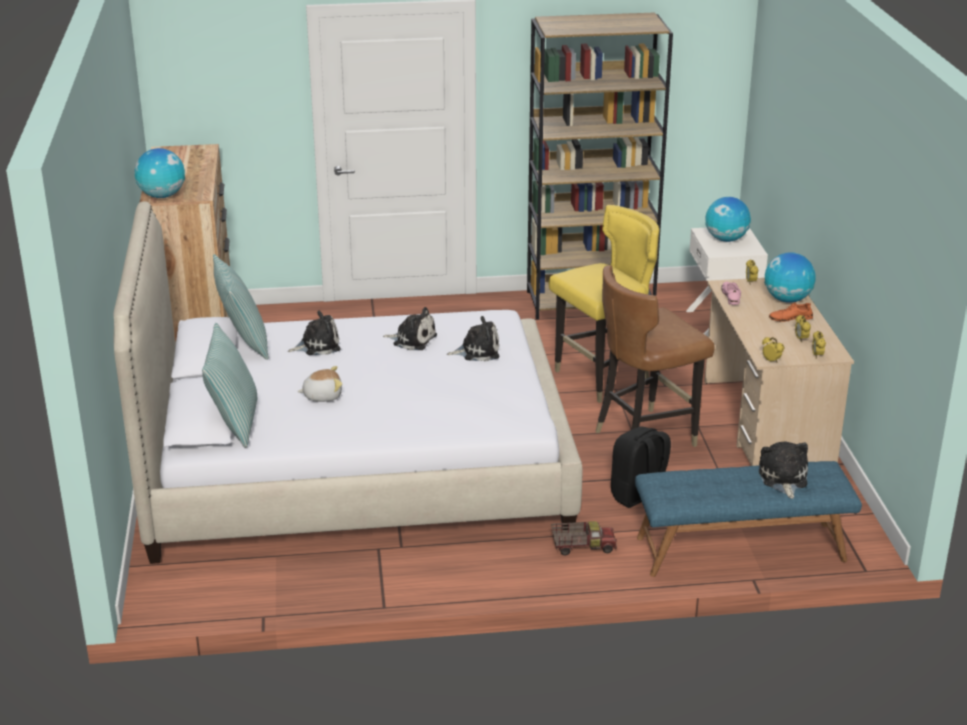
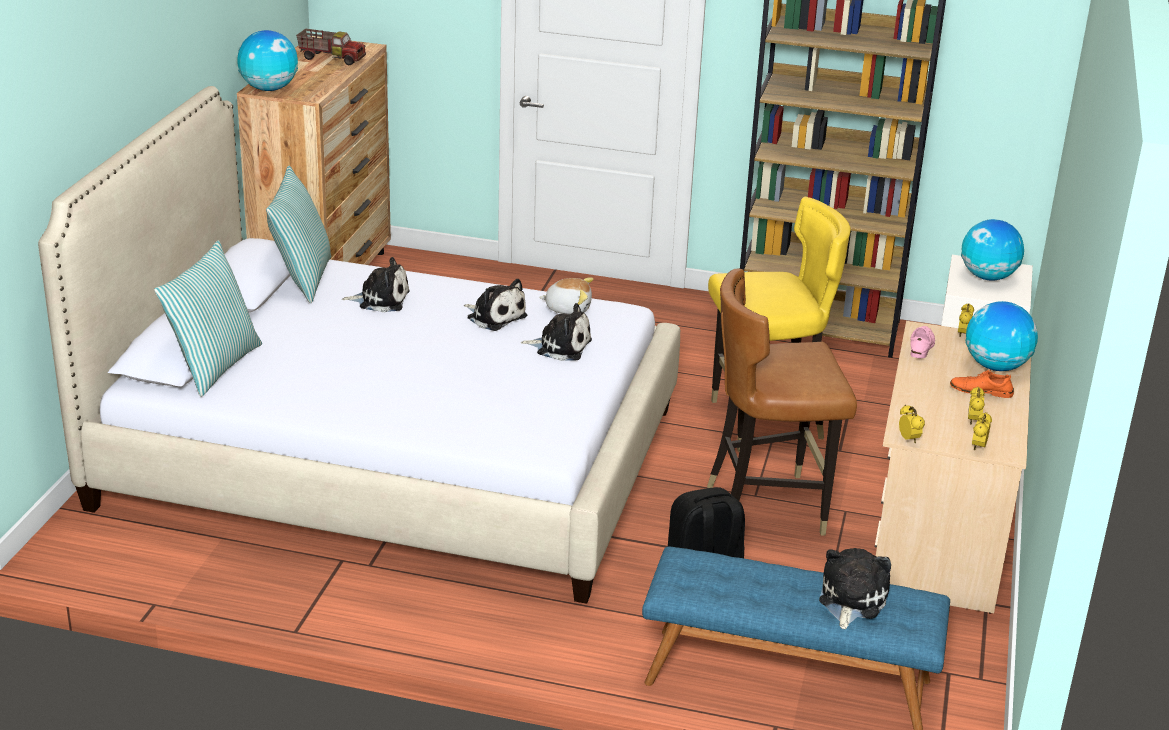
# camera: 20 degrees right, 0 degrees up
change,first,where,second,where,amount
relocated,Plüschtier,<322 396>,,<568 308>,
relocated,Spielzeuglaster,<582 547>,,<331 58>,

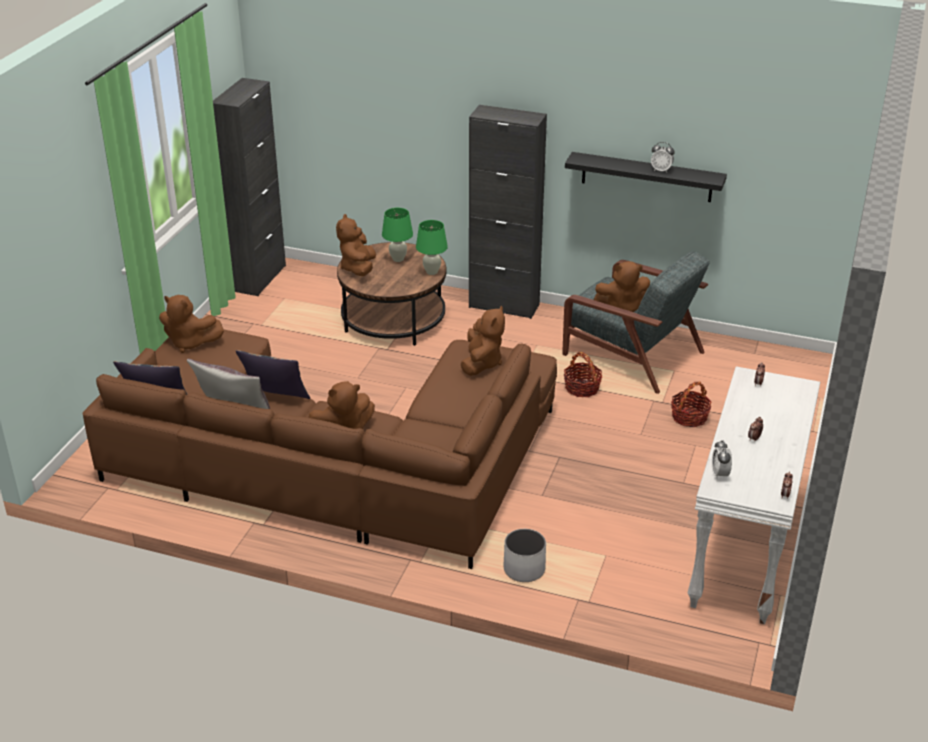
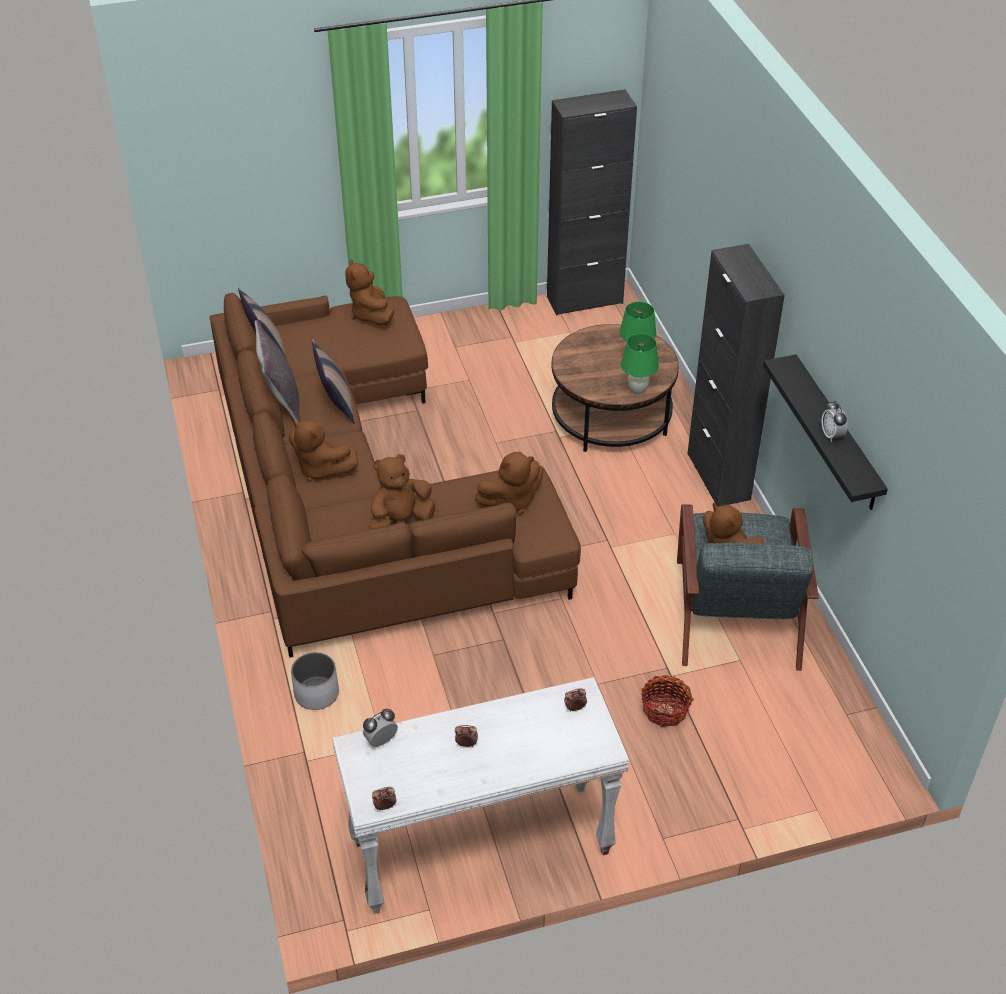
# camera: 55 degrees right, 10 degrees up
change,first,where,second,where,amount
relocated,Plüschtier (braun),<358 268>,,<400 521>,
missing,Korb,<582 388>,,,

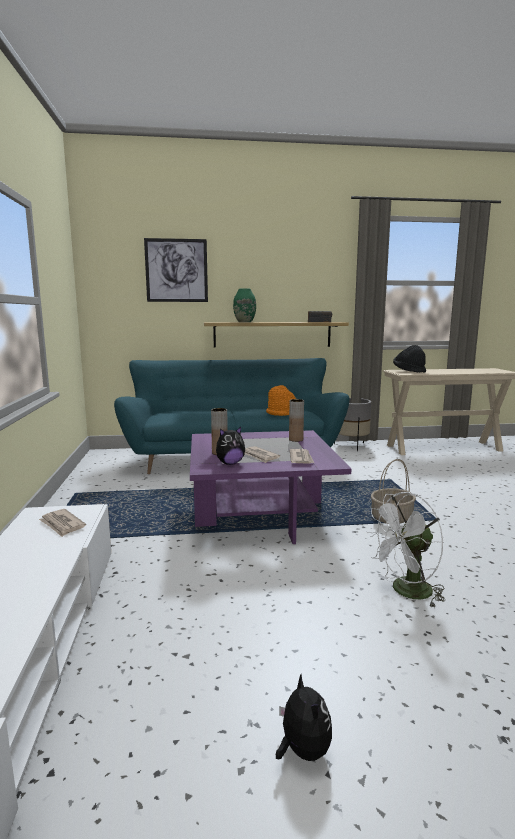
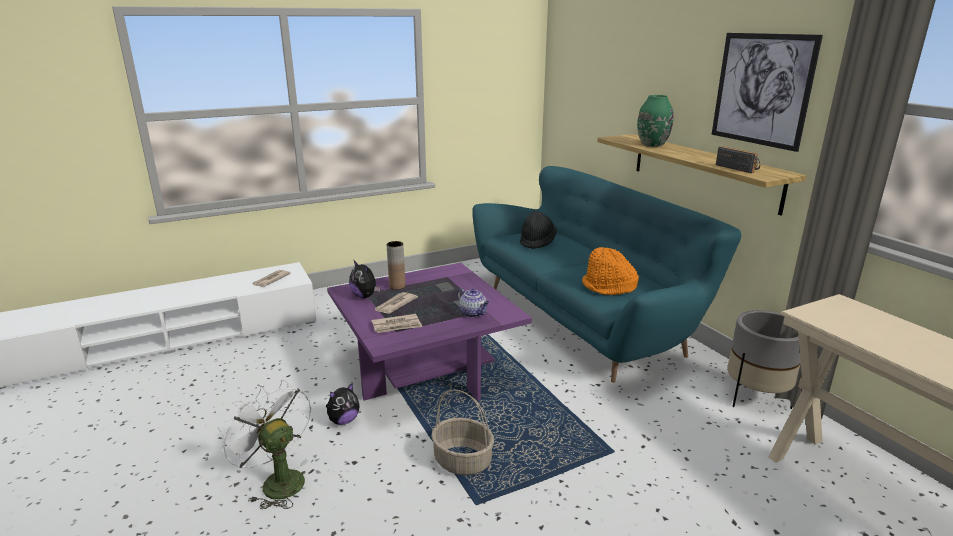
# camera: 70 degrees right, 10 degrees up
change,first,where,second,where,amount
relocated,Bild,<176 270>,,<762 89>,
relocated,Plüschtier,<302 750>,,<343 420>,
exchanged,Vase (braun),<296 439>,Teekanne,<473 313>,
relocated,Hut (schwarz),<409 371>,,<537 242>,

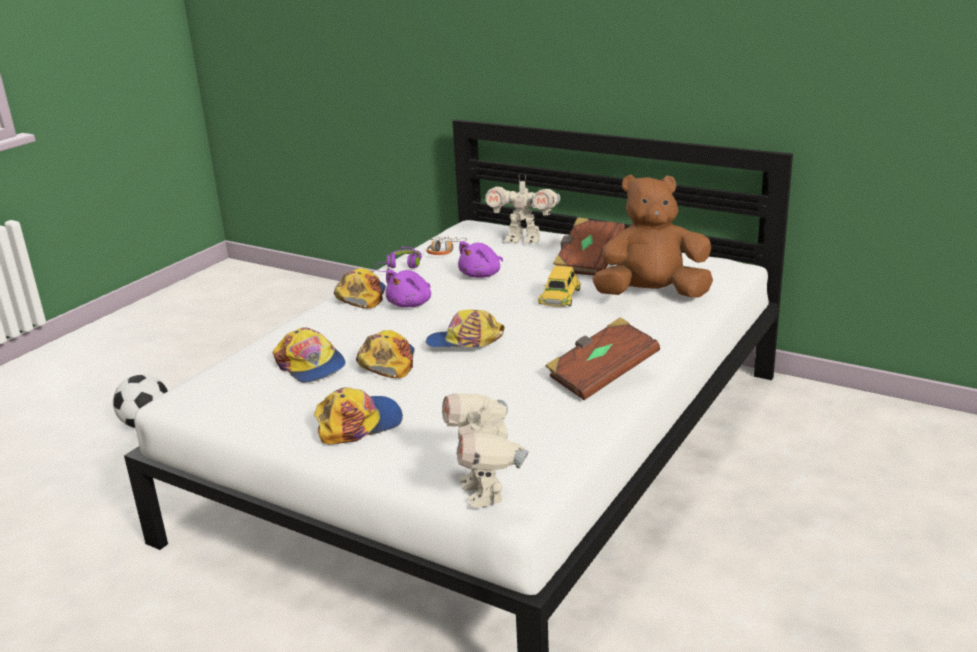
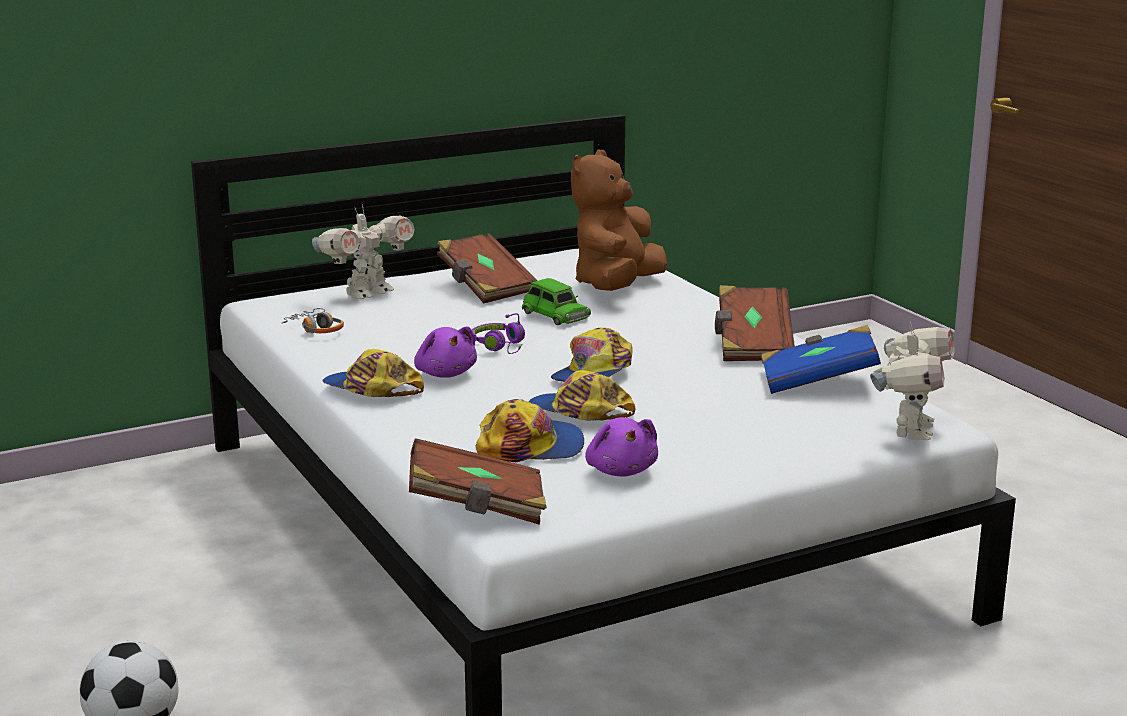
# camera: 60 degrees left, 5 degrees down
change,first,where,second,where,amount
missing,Kappe,<359 423>,,,
relocated,Kopfhörer (lila),<401 267>,,<501 347>,
spun,Spielzeugroboter,<485 492>,,<909 430>,90 degrees counterclockwise
relocated,Plüschtier (lila),<482 275>,,<621 470>,
colour,Spielzeugauto (gelb),<559 296>,Spielzeugauto (grün),<555 315>,
appeared,,,Buch (braun),<477 508>,
appeared,,,Buch (blau),<817 382>,

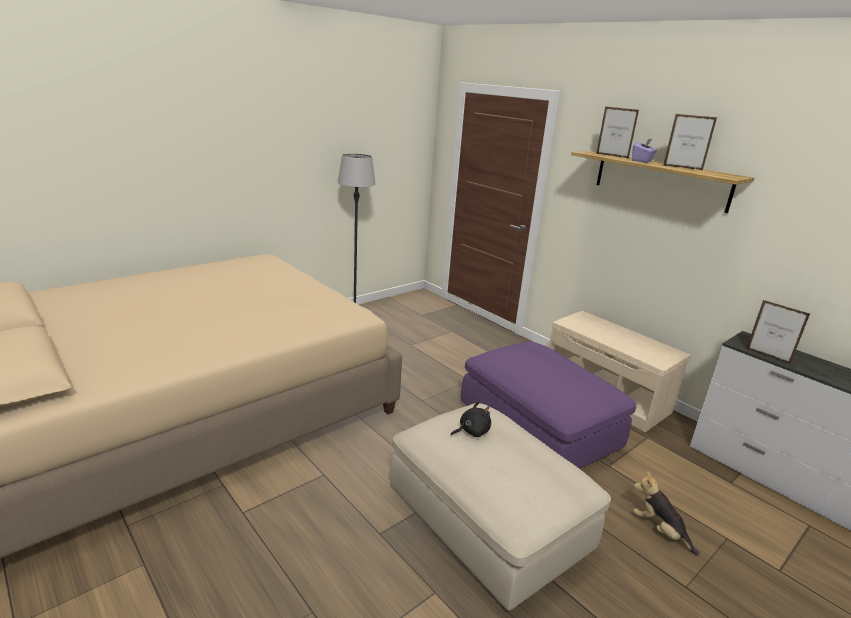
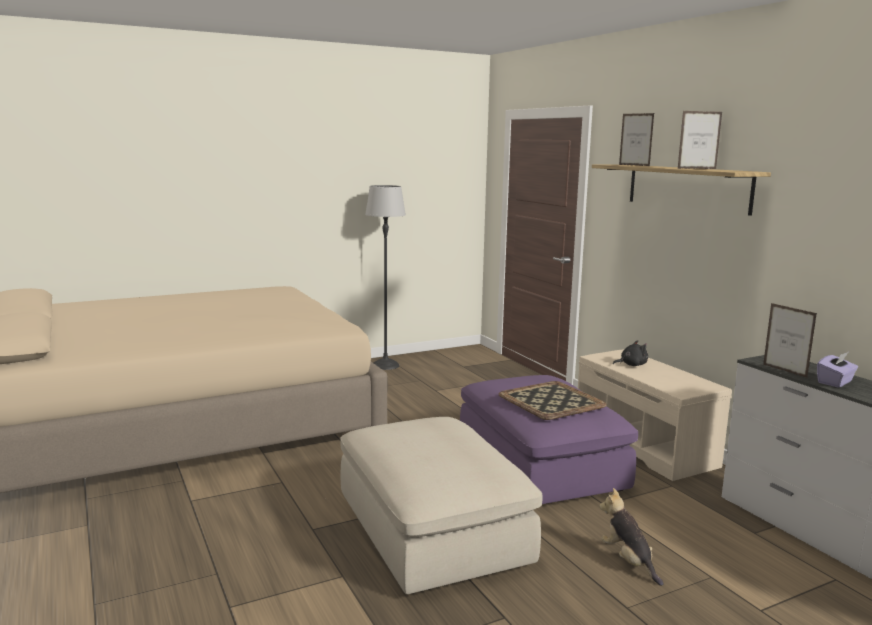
# camera: 15 degrees right, 10 degrees down
change,first,where,second,where,amount
relocated,Plüschtier (schwarz),<472 431>,,<631 365>,
relocated,Taschentuchbox (lila),<642 161>,,<835 382>,
spun,Bilderrahmen,<682 168>,,<697 169>,45 degrees counterclockwise
appeared,,,Tablett,<550 400>,

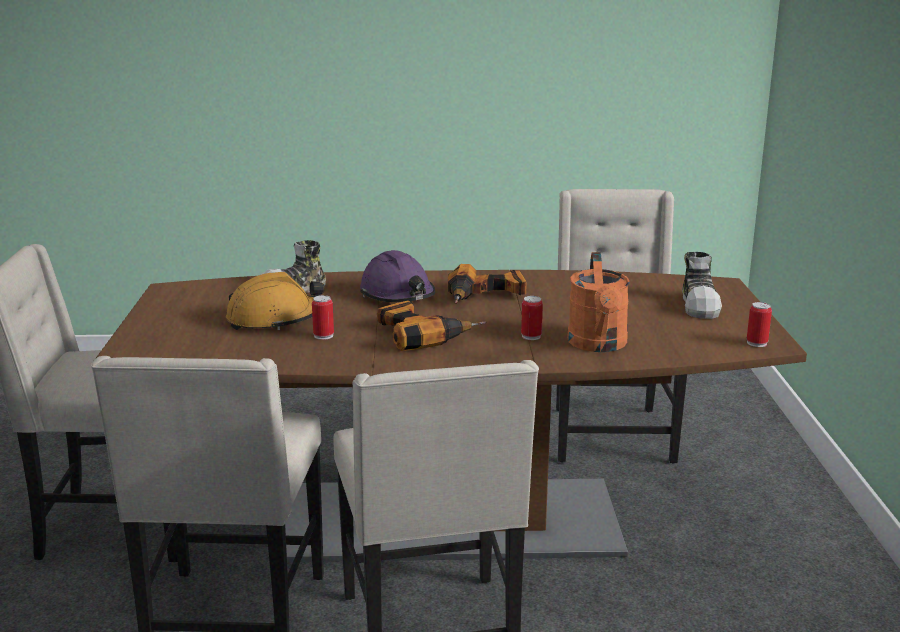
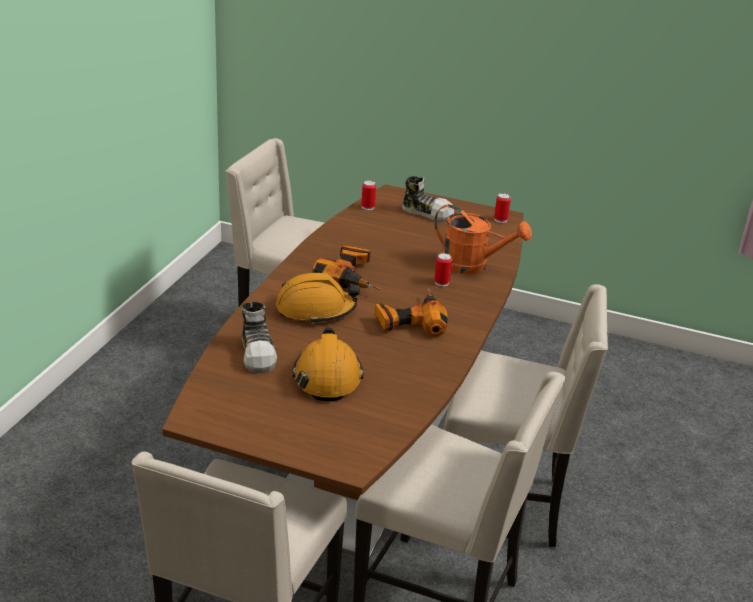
# camera: 70 degrees left, 10 degrees up
change,first,where,second,where,amount
relocated,Dose,<323 336>,,<368 207>,
colour,Schutzhelm (lila),<398 295>,Schutzhelm (orange),<315 309>,

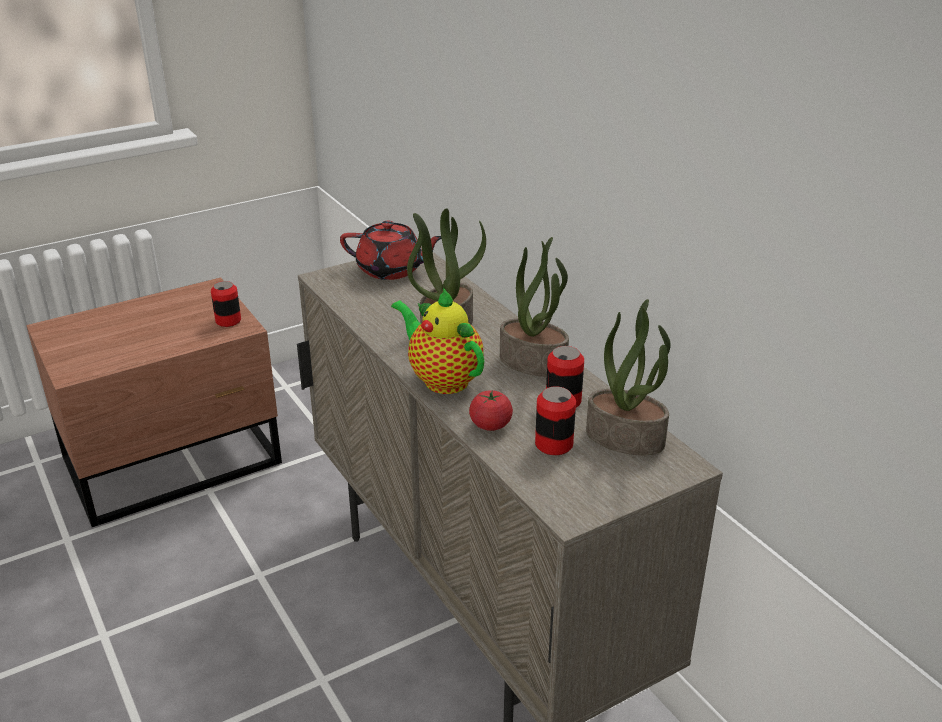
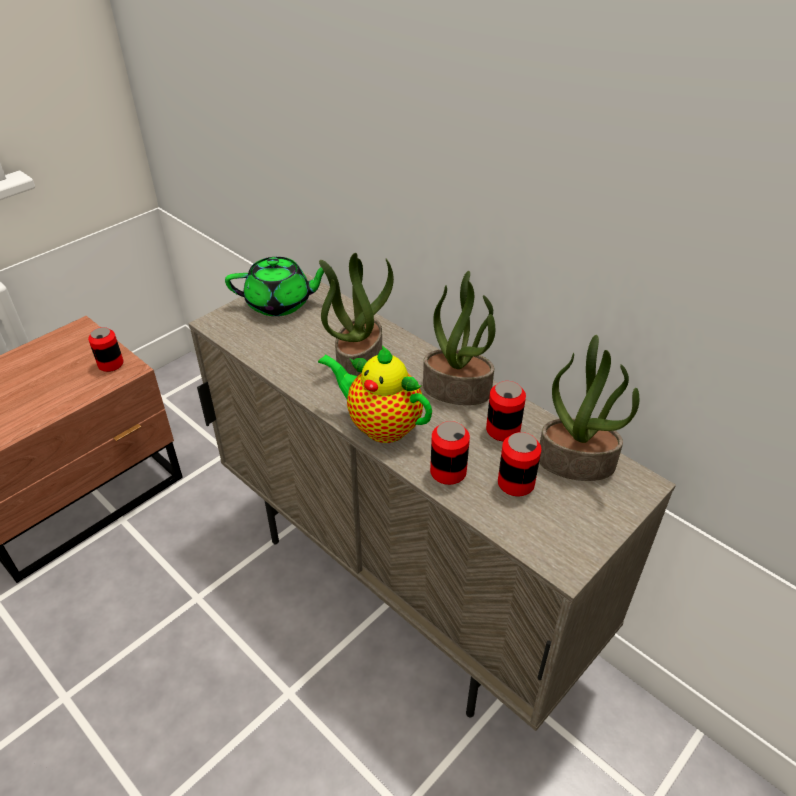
# camera: 15 degrees left, 10 degrees up
change,first,where,second,where,amount
colour,Teekanne (rot),<391 270>,Teekanne (grün),<280 303>,
exchanged,Tomate,<490 425>,Dose,<448 472>,

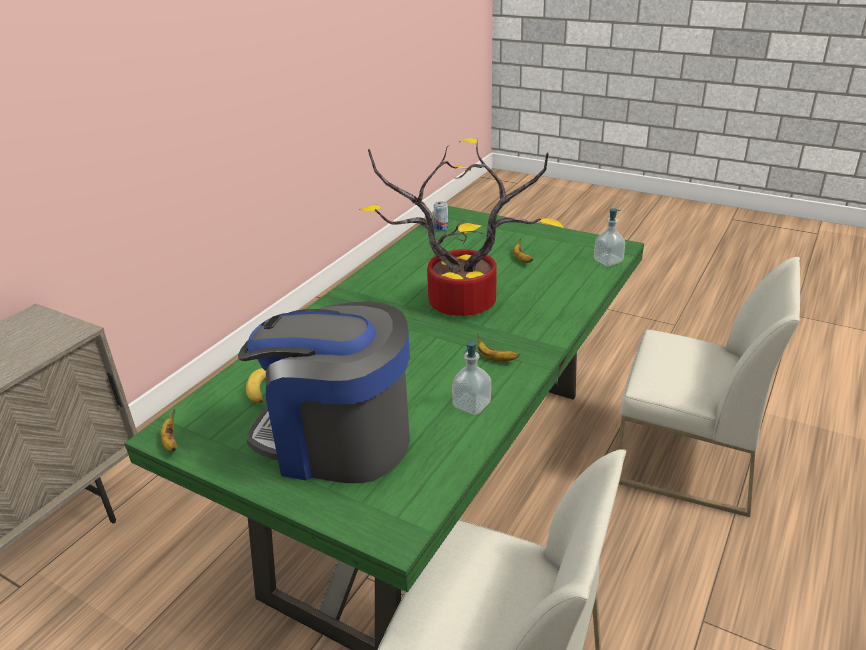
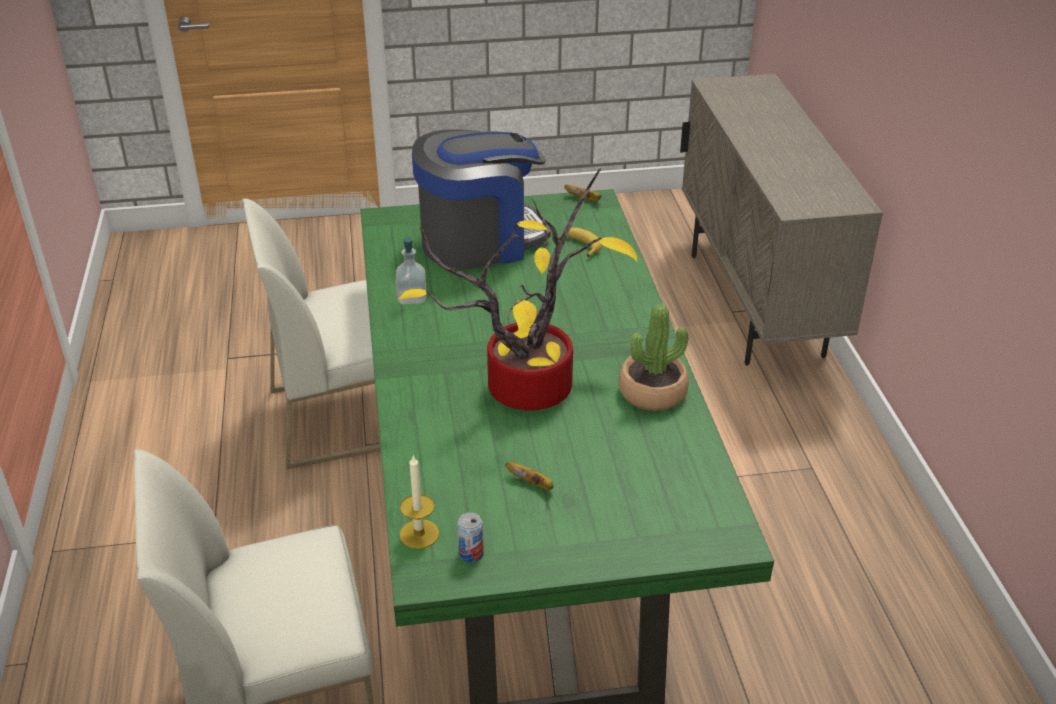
# camera: 140 degrees right, 5 degrees up
change,first,where,second,where,amount
relocated,Dose,<441 228>,,<471 553>,
missing,Banane,<495 358>,,,
exchanged,Seifenspender,<608 261>,Kerze,<419 534>,
appeared,,,Topfpflanze,<652 392>,

